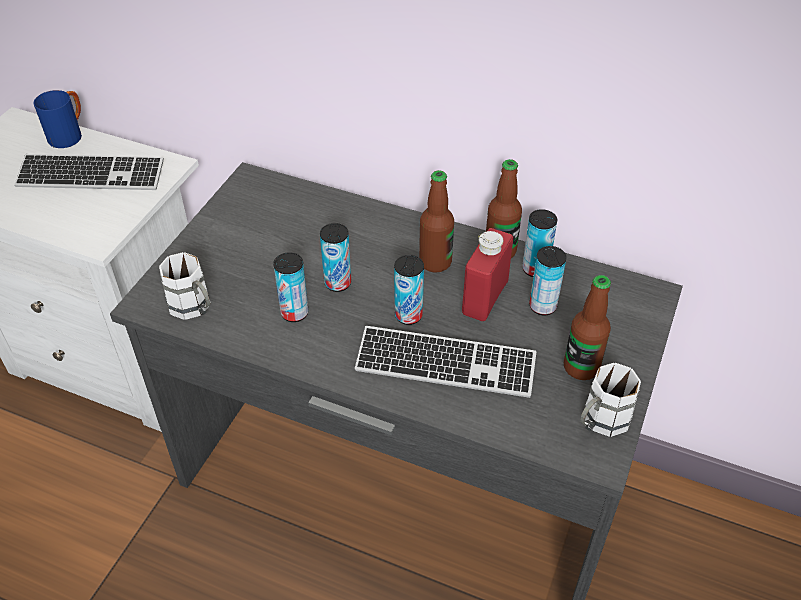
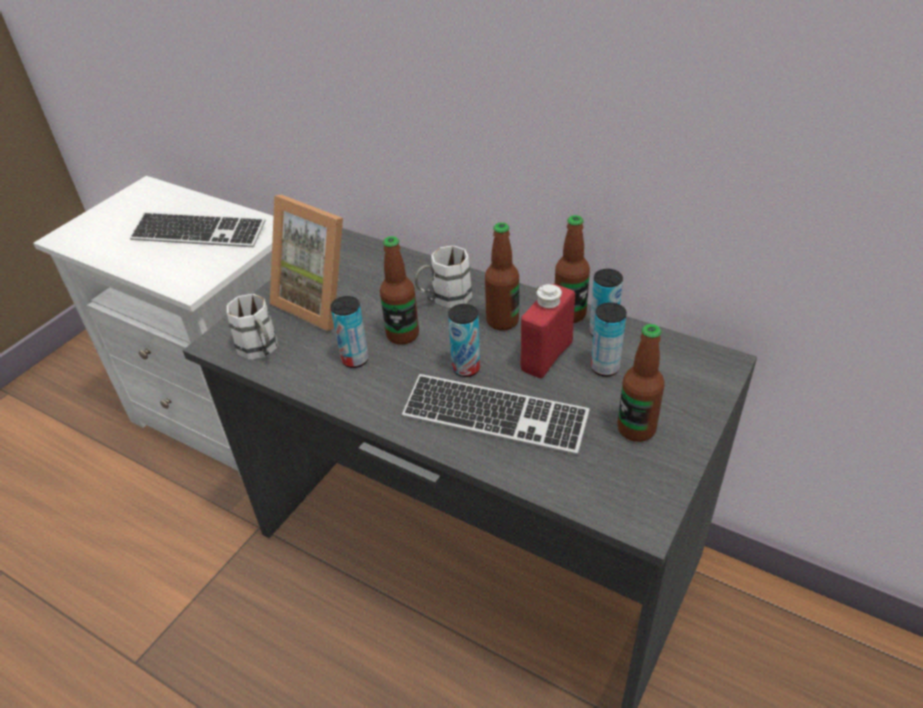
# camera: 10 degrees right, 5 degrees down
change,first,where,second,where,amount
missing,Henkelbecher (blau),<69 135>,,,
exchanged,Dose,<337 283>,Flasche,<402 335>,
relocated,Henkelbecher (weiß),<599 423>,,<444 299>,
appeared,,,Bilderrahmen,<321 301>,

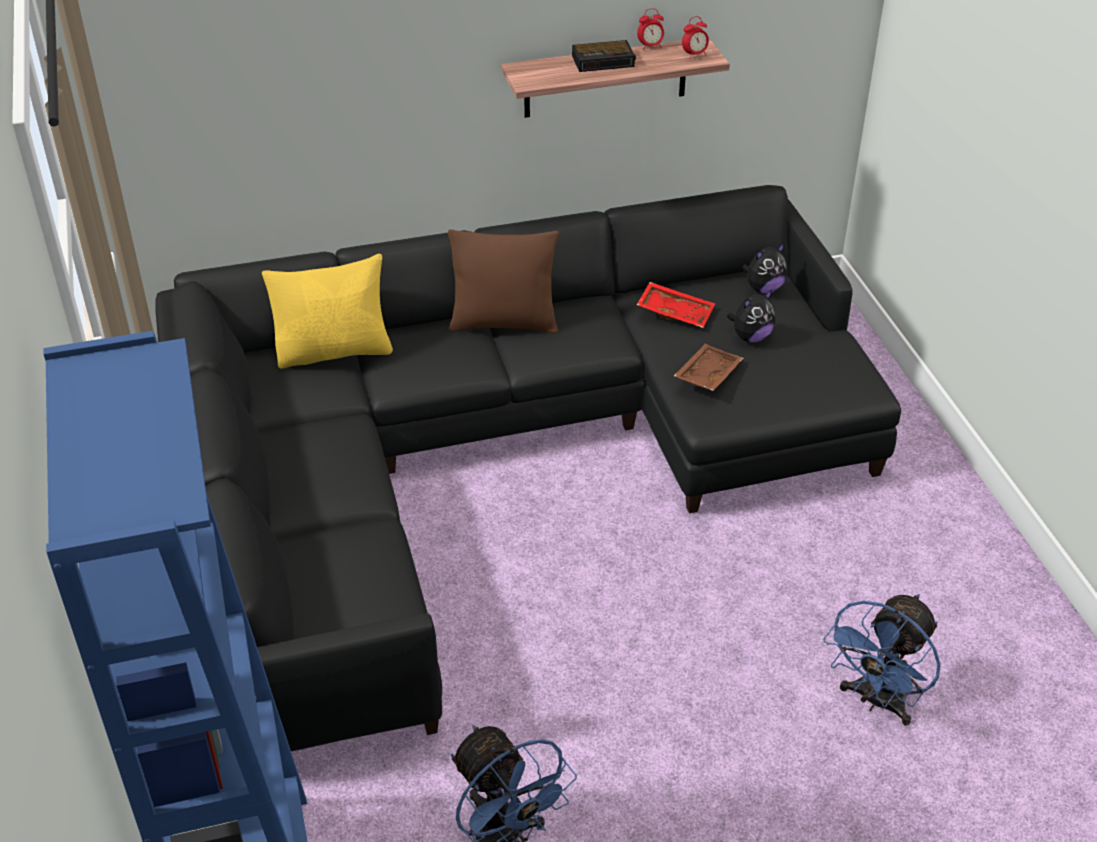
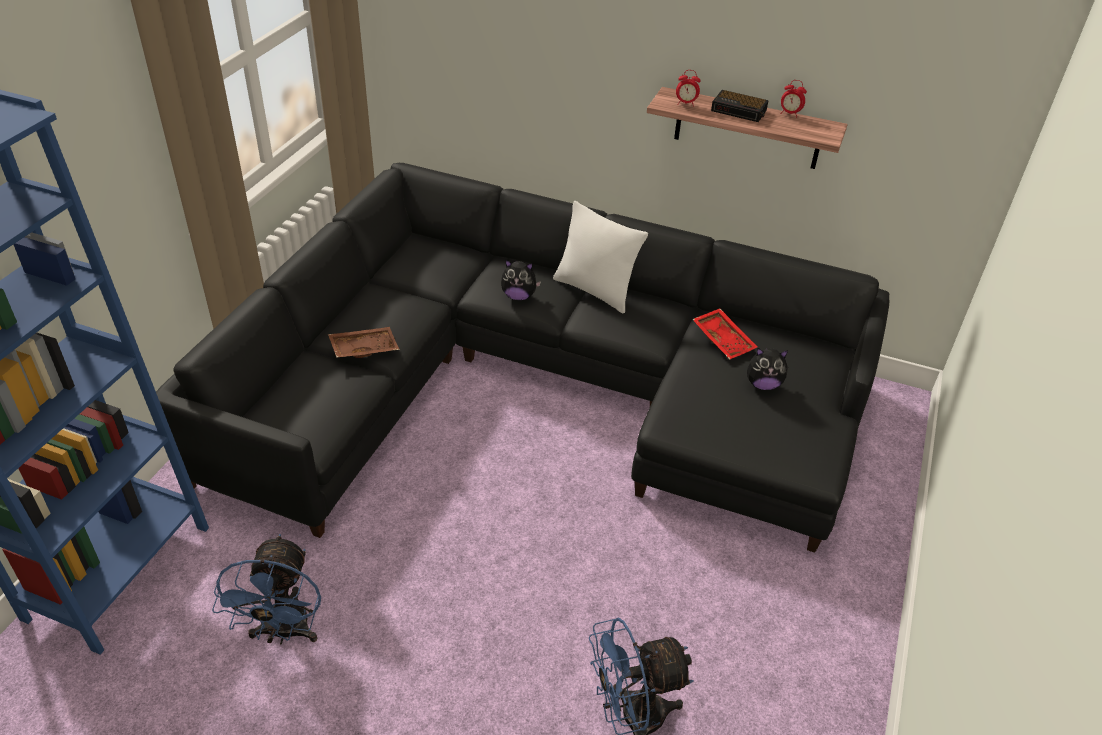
# camera: 35 degrees right, 0 degrees up
change,first,where,second,where,amount
missing,Kissen (gelb),<334 351>,,,
colour,Kissen (braun),<504 323>,Kissen (weiß),<595 291>,
relocated,Tablett (braun),<706 375>,,<364 348>,
relocated,Wecker,<694 55>,,<686 103>,
relocated,Plüschtier,<763 288>,,<519 296>,

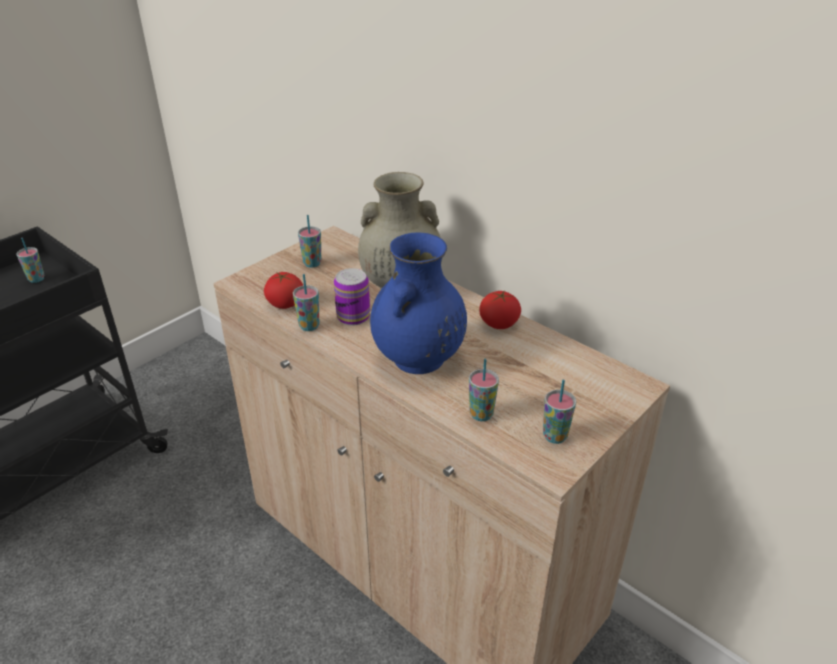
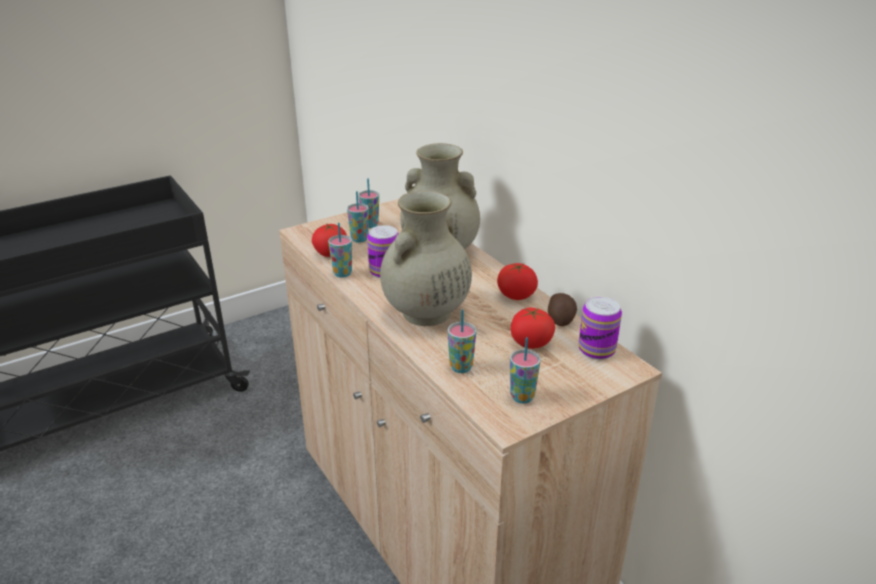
# camera: 15 degrees right, 5 degrees down
change,first,where,second,where,amount
relocated,Tasse,<36 279>,,<359 239>,
colour,Vase (blau),<418 359>,Vase (beige),<425 314>,
appeared,,,Tomate,<531 343>,
appeared,,,Kartoffel,<560 319>,
appeared,,,Dose,<596 350>,

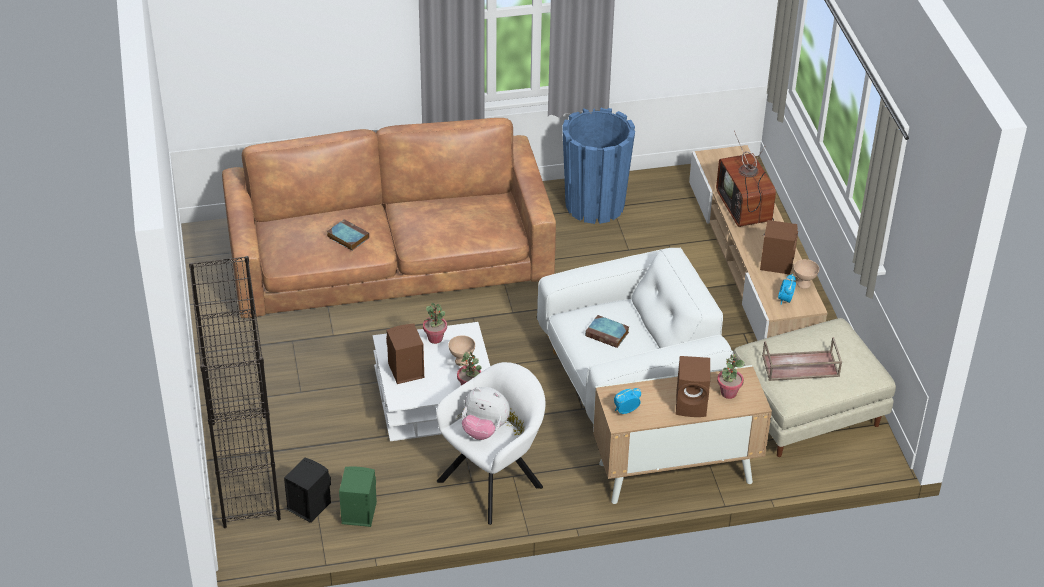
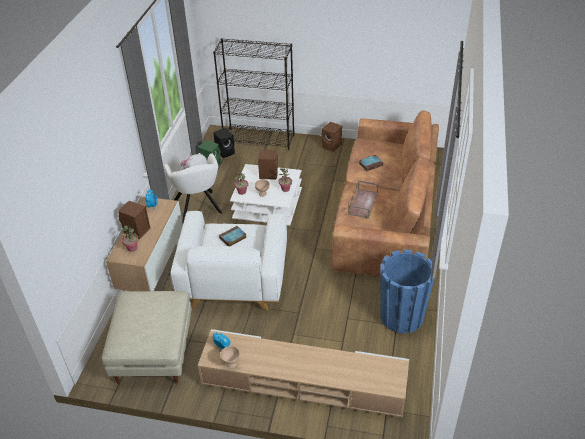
# camera: 115 degrees right, 0 degrees up
change,first,where,second,where,amount
missing,Fernseher,<746 210>,,,
relocated,Lautsprecher (braun),<776 263>,,<332 146>,
relocated,Tablett (braun),<800 366>,,<362 203>,

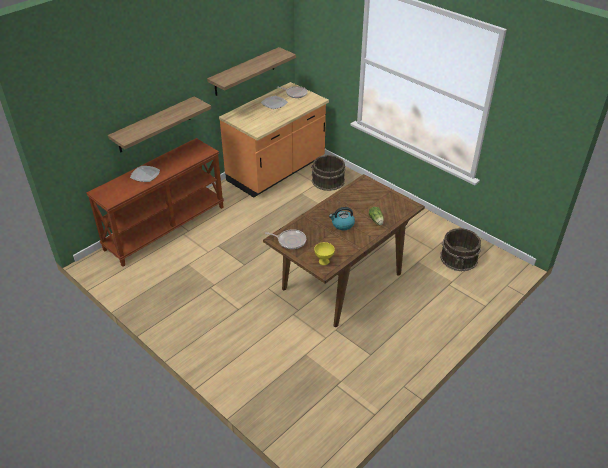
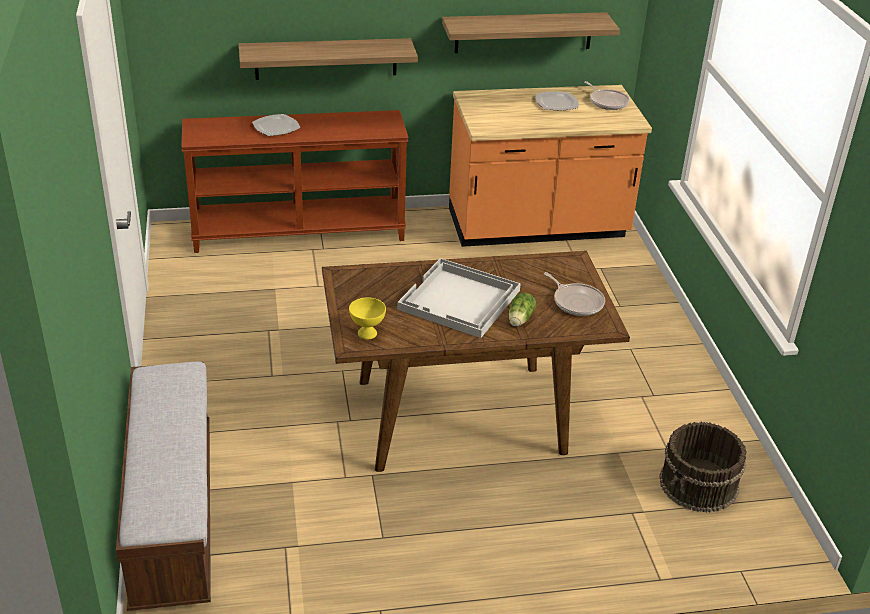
# camera: 35 degrees right, 5 degrees down
change,first,where,second,where,amount
relocated,Pfanne,<290 241>,,<576 302>,
missing,Eimer (braun),<328 181>,,,
exchanged,Wasserkessel,<342 224>,Tablett (weiß),<459 300>,
appeared,,,Bank,<173 513>,

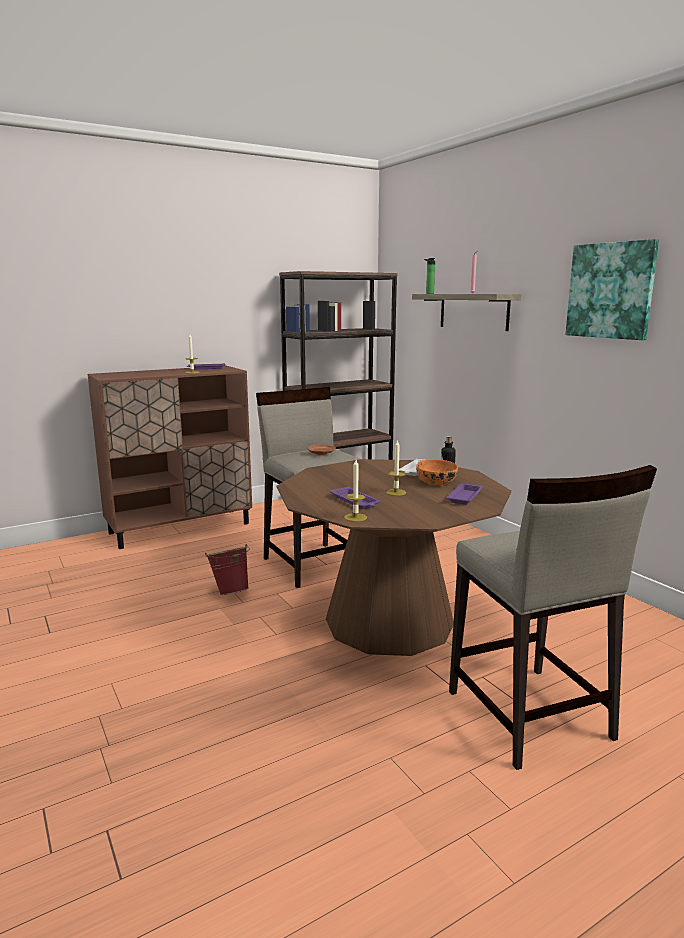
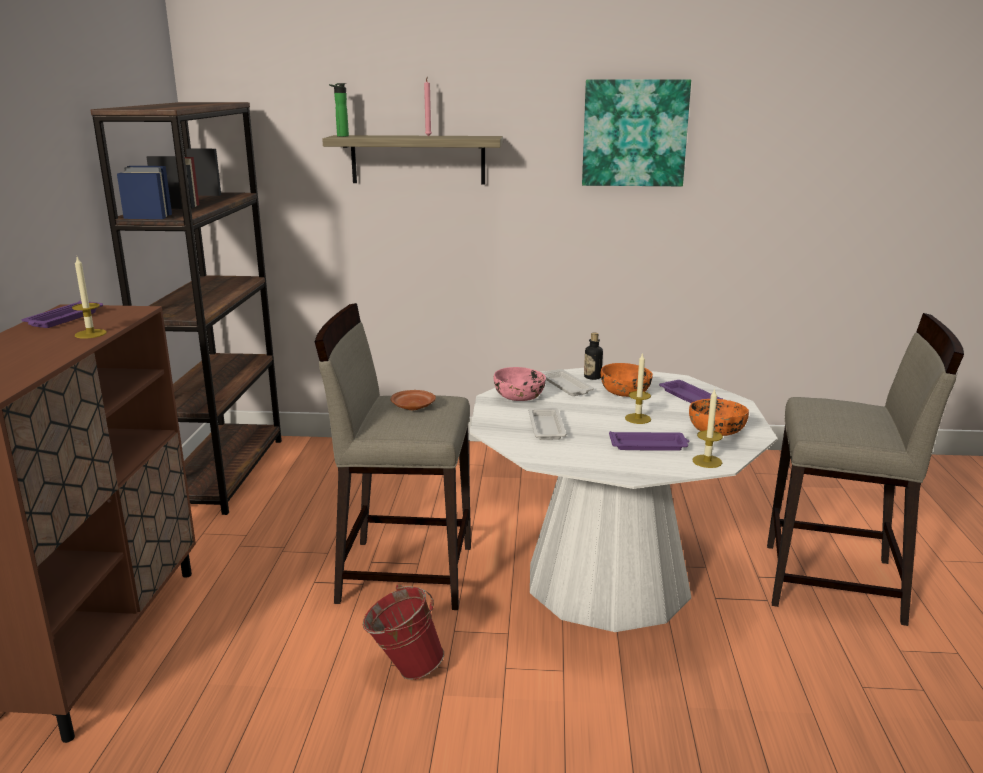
# camera: 55 degrees left, 5 degrees up
change,first,where,second,where,amount
colour,Esstisch (braun),<389 621>,Esstisch (weiß),<607 580>,
appeared,,,Schüssel (rosa),<519 397>,
appeared,,,Tablett (weiß),<546 427>,
appeared,,,Schüssel (orange),<716 431>,

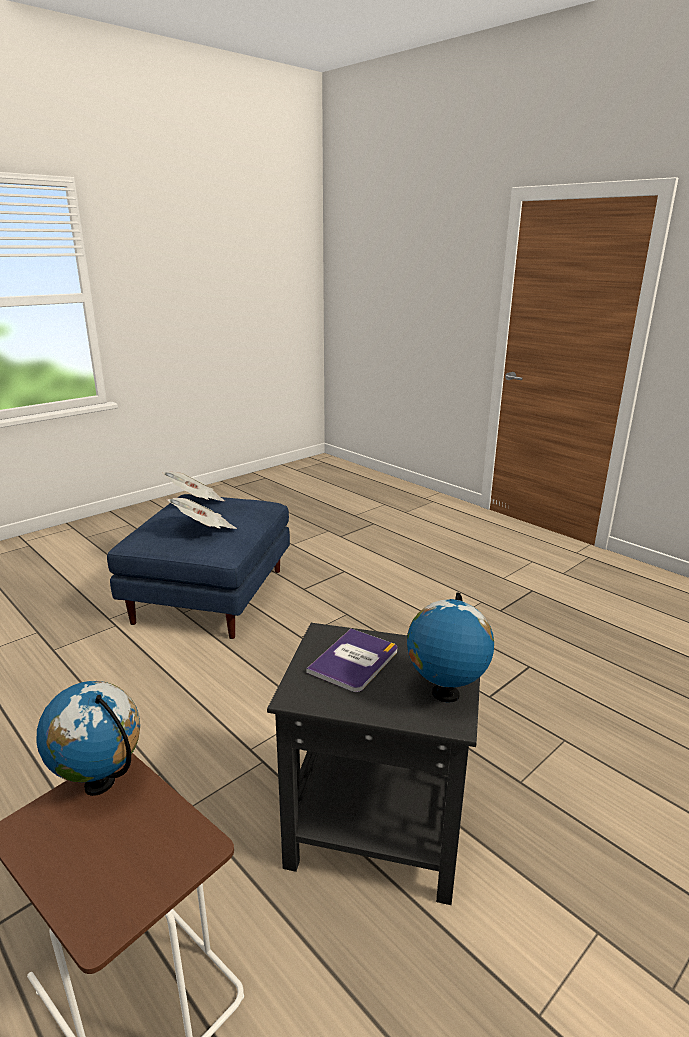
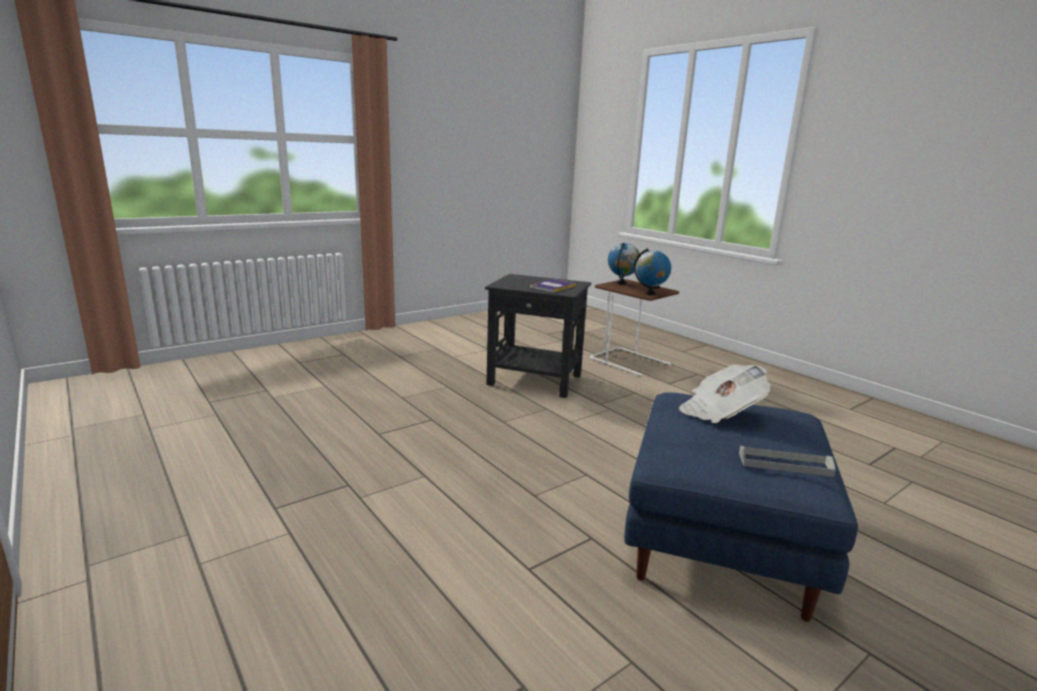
# camera: 175 degrees left, 5 degrees down
change,first,where,second,where,amount
exchanged,Zeitung,<196 501>,Tablett (grau),<784 464>,
relocated,Globus,<445 694>,,<622 283>,

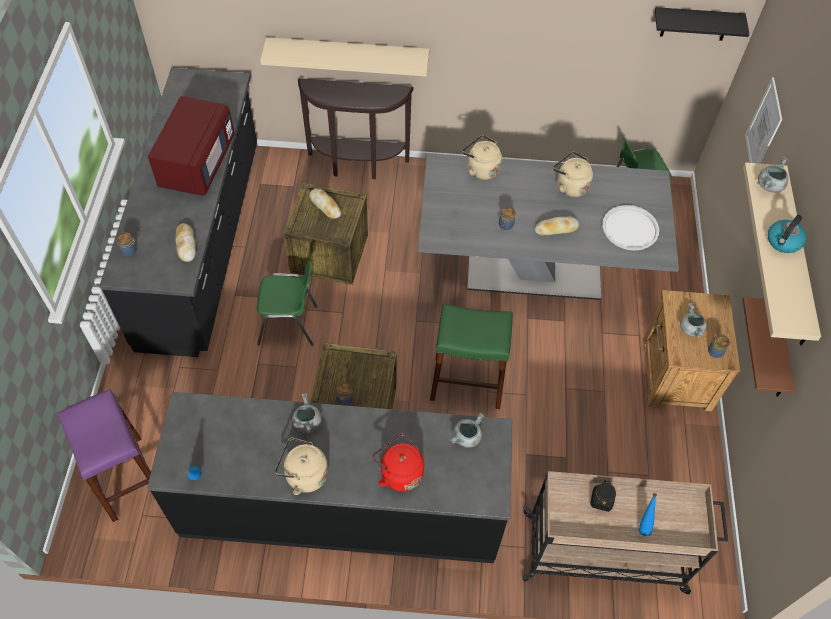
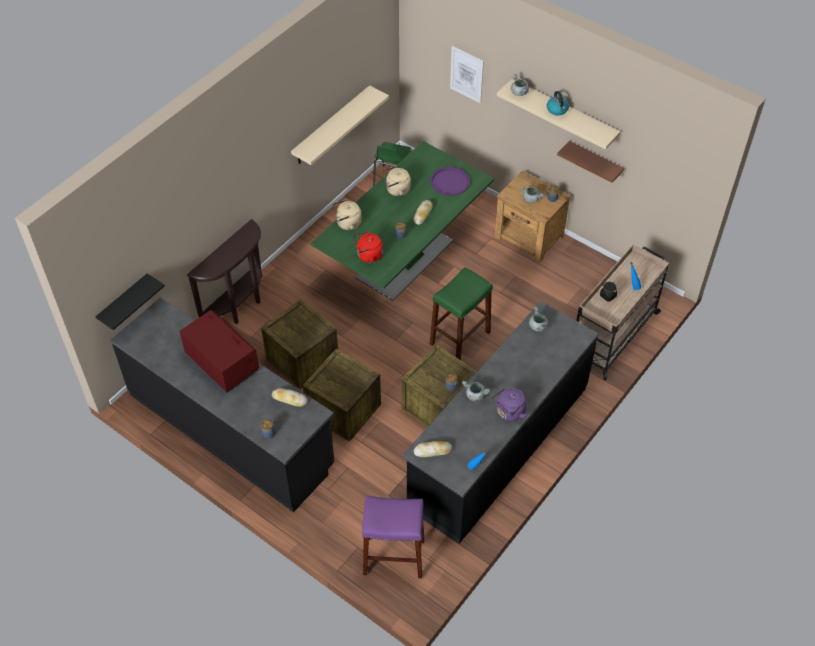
# camera: 55 degrees left, 5 degrees down
change,first,where,second,where,amount
exchanged,Stuhl (grün),<289 325>,Kiste,<343 410>,
relocated,Wandregal (beige),<348 55>,,<331 126>,
colour,Wasserkessel (beige),<304 475>,Wasserkessel (lila),<509 413>,
relocated,Brot,<325 206>,,<432 451>,
relocated,Wasserkessel (rot),<399 472>,,<368 256>,
colour,Esstisch (grau),<533 269>,Esstisch (grün),<404 259>,
colour,Tablett (weiß),<630 228>,Tablett (lila),<449 182>,
relocated,Wandregal (schwarz),<695 24>,,<124 303>,

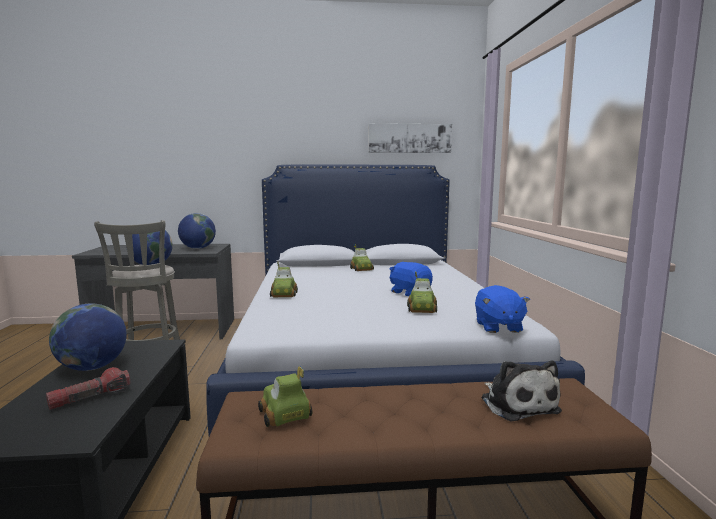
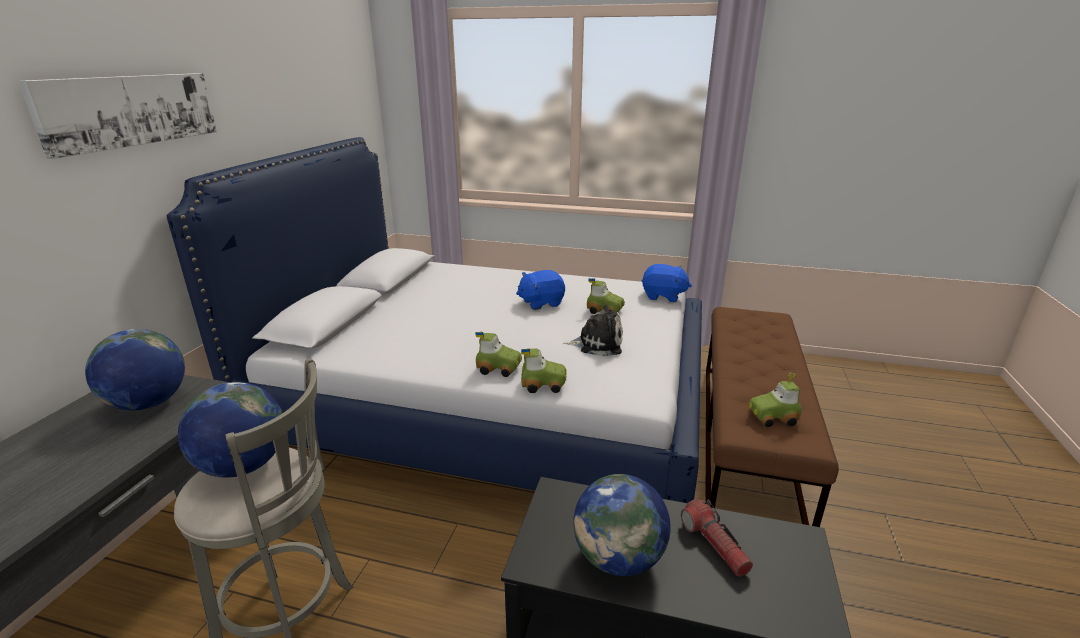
# camera: 70 degrees left, 15 degrees up
change,first,where,second,where,amount
relocated,Spielzeugauto,<362 269>,,<543 384>,
relocated,Bild,<409 138>,,<130 110>,
relocated,Plüschtier,<517 403>,,<597 344>,

